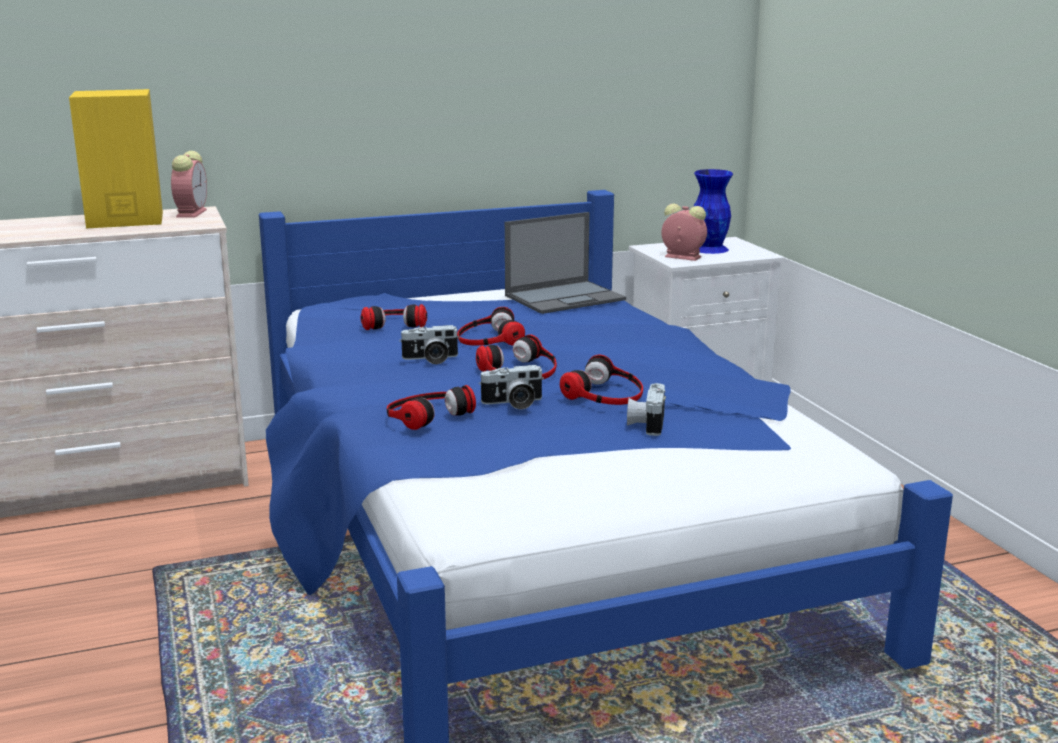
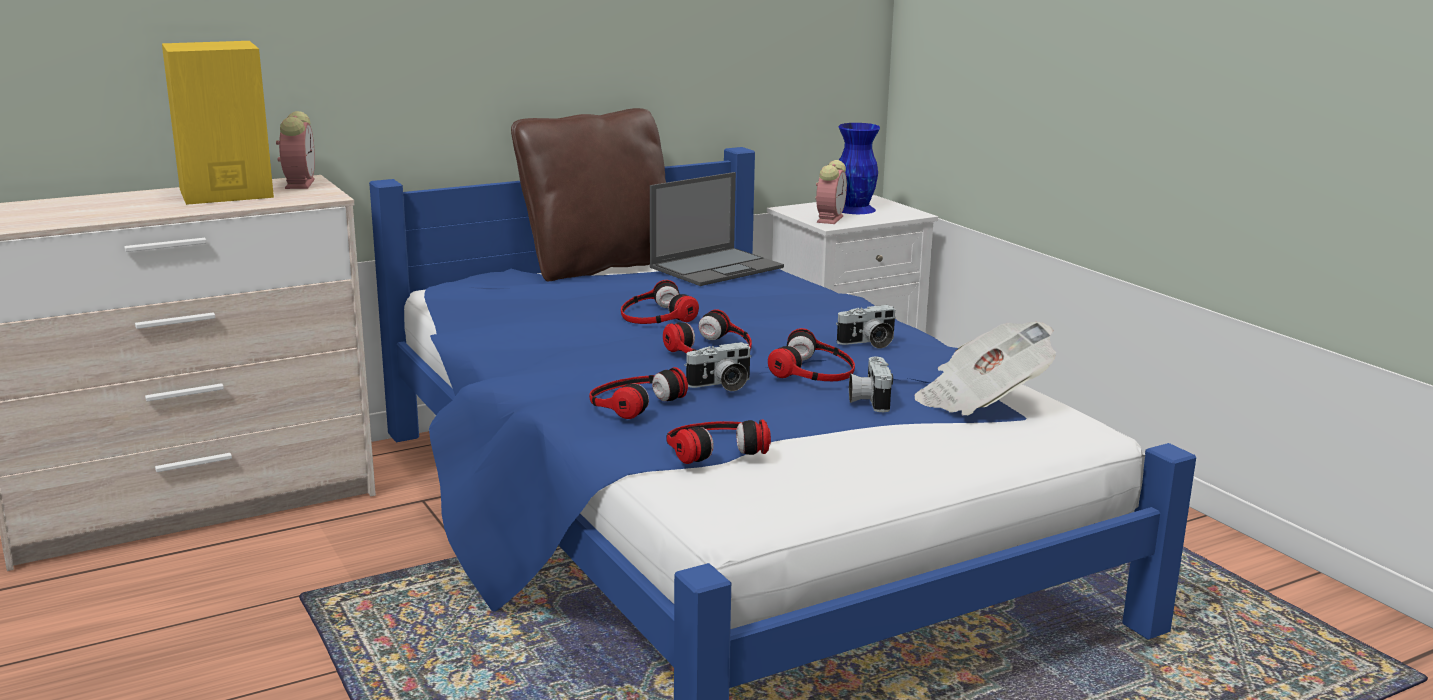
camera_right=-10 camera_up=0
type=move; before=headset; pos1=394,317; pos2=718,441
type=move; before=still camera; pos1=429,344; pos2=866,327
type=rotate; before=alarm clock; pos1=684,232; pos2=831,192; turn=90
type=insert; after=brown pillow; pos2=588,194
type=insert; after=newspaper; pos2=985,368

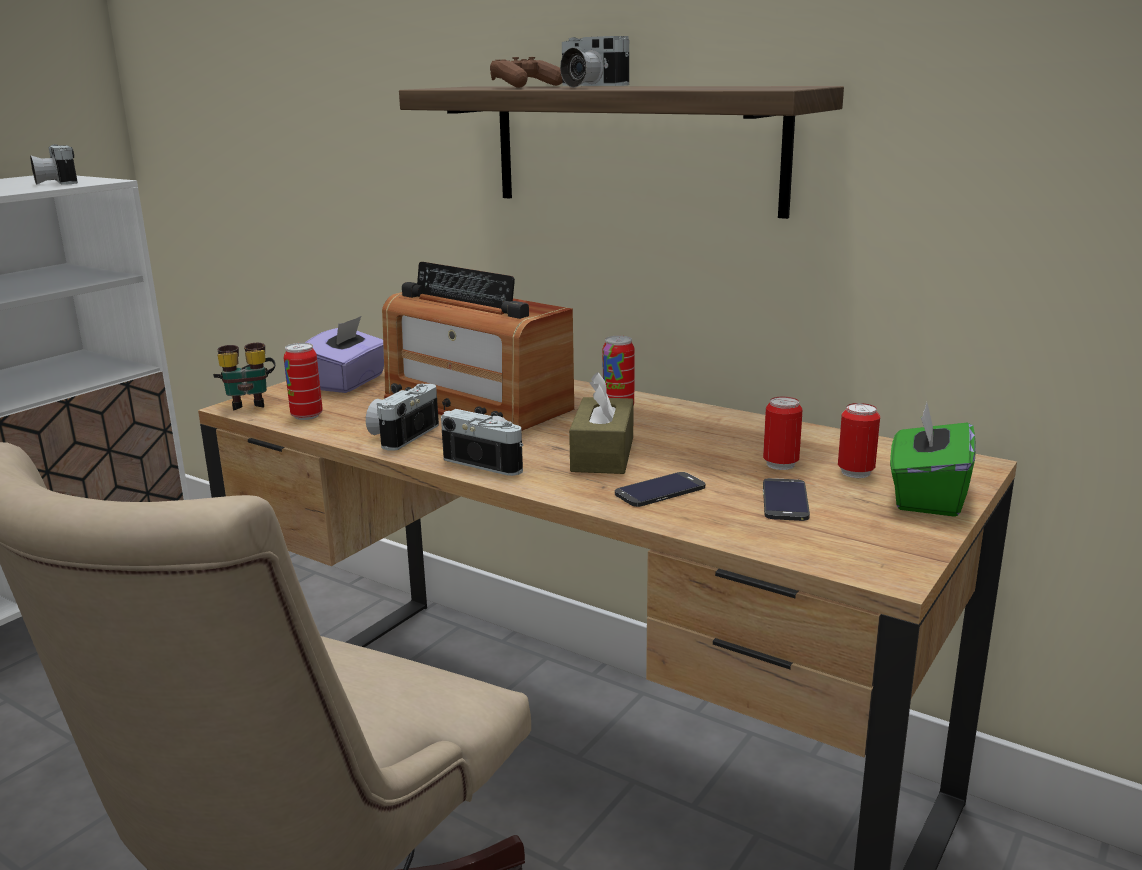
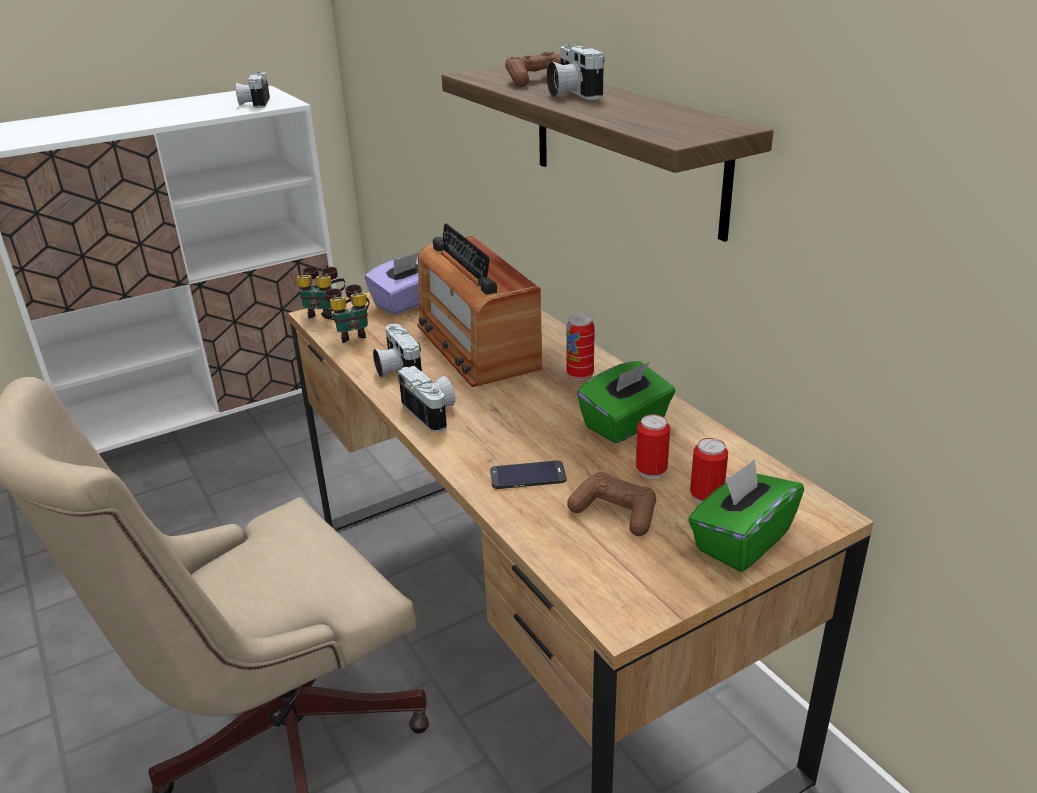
camera_right=25 camera_up=10
type=replace; before=can; after=pair of binoculars; pos1=303,381; pos2=345,314
type=rotate; before=still camera; pos1=402,417; pos2=397,351; turn=-75
type=delete; before=brown tissue holder; pos1=601,423
type=replace; before=handset; after=brown gamepad; pos1=786,499; pos2=611,504
type=insert; after=greenish tissue holder; pos2=626,402

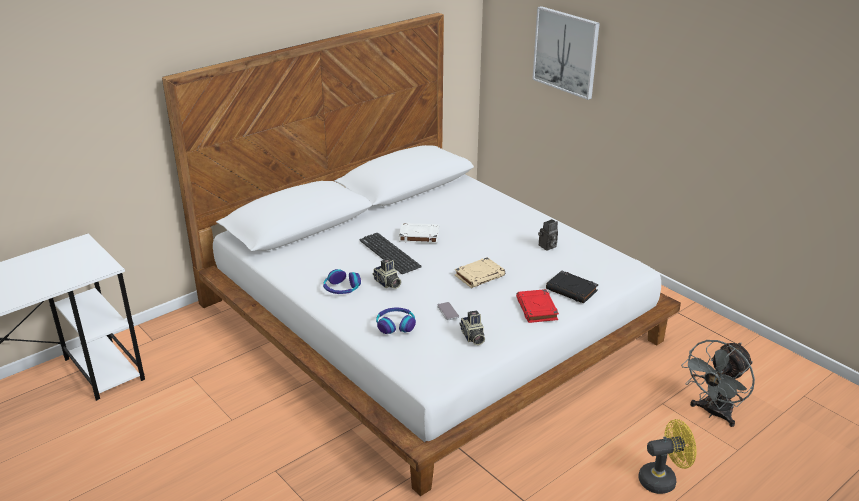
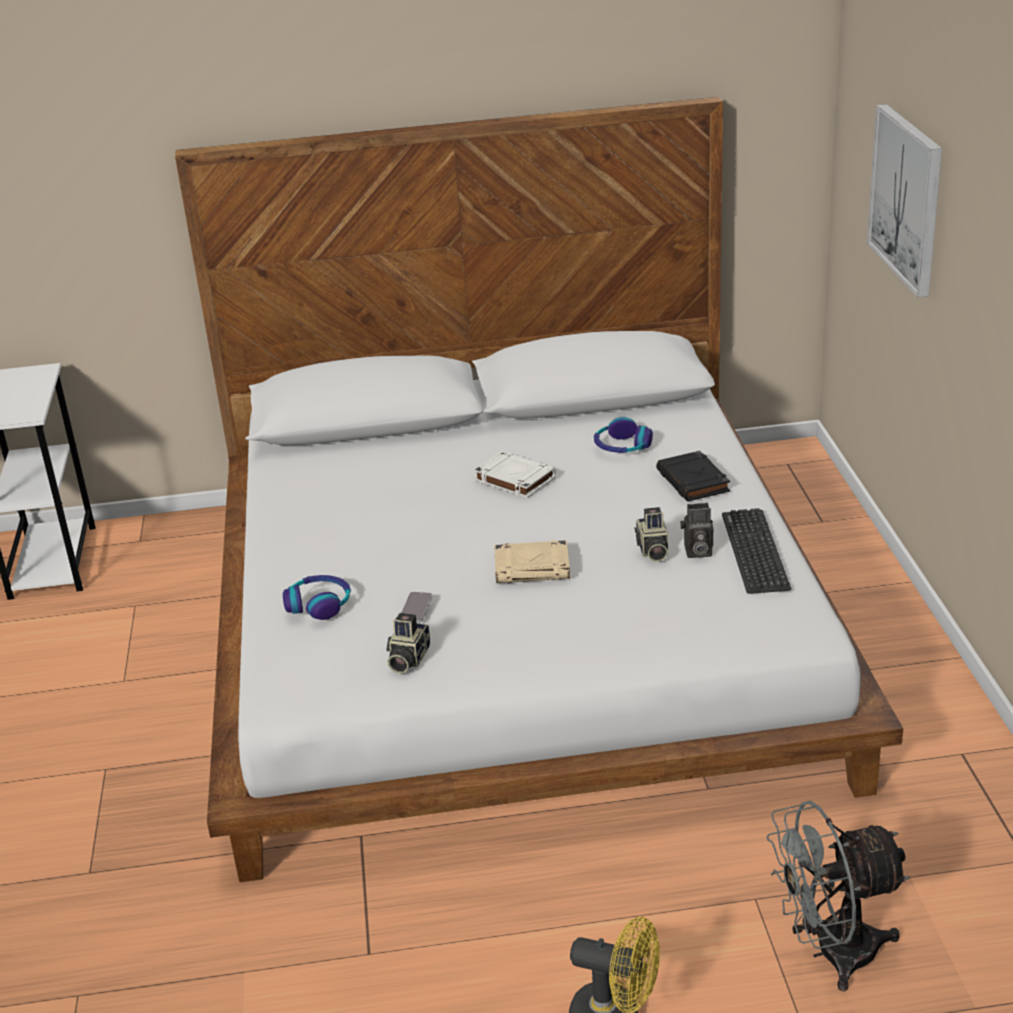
camera_right=35 camera_up=0
type=move; before=headset; pos1=342,281; pos2=623,435
type=move; before=keyboard; pos1=391,253; pos2=756,551
type=move; before=still camera; pos1=386,273; pos2=651,534
type=delete; before=reddish bound book; pos1=537,306
type=move; before=black bound book; pos1=572,287; pos2=693,476

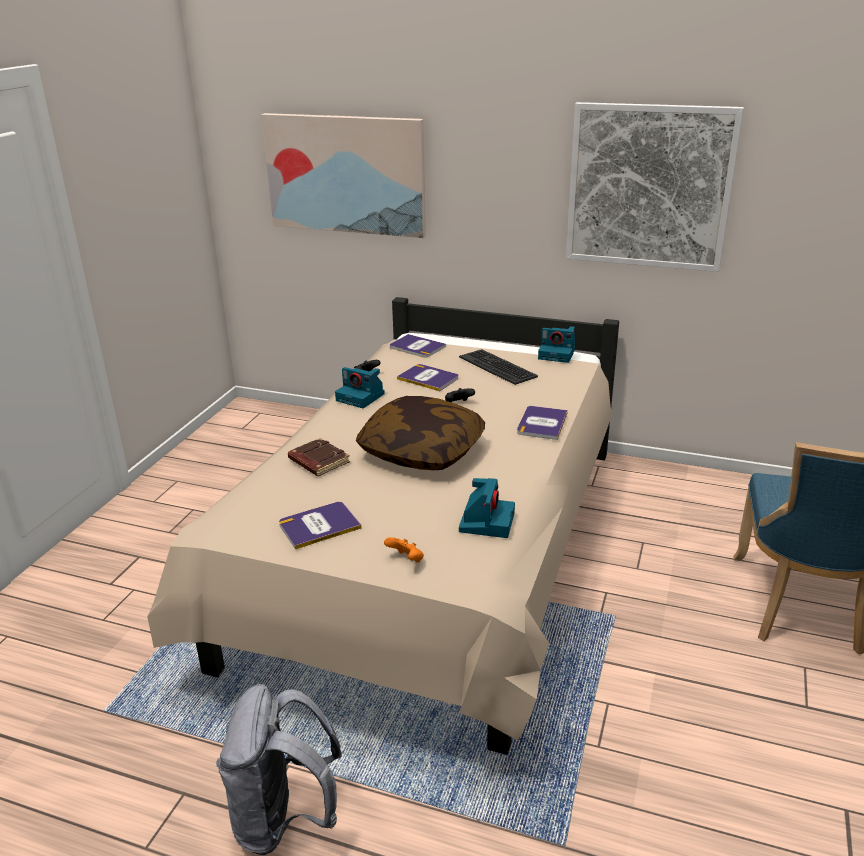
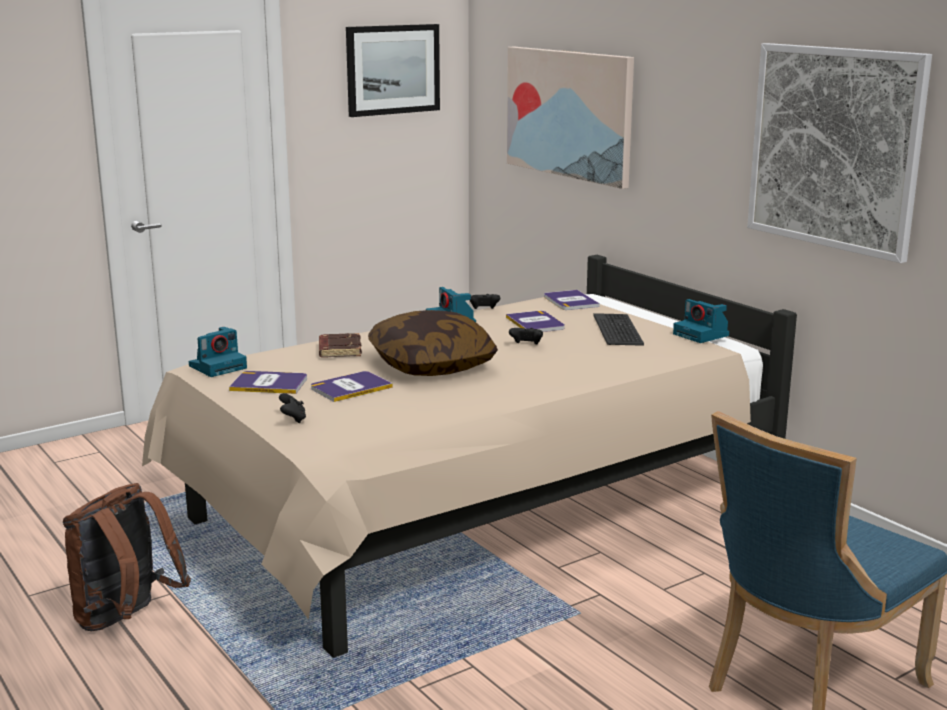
camera_right=35 camera_up=-10
type=recolor; before=grey rucksack; after=brown rucksack; pos1=279,769; pos2=127,557
type=recolor; before=orange gamepad; after=black gamepad; pos1=404,549; pos2=292,408
type=move; before=still camera; pos1=487,508; pos2=218,352
type=move; before=bound book; pos1=542,423; pos2=352,386
type=insert; after=wall picture; pos2=393,70

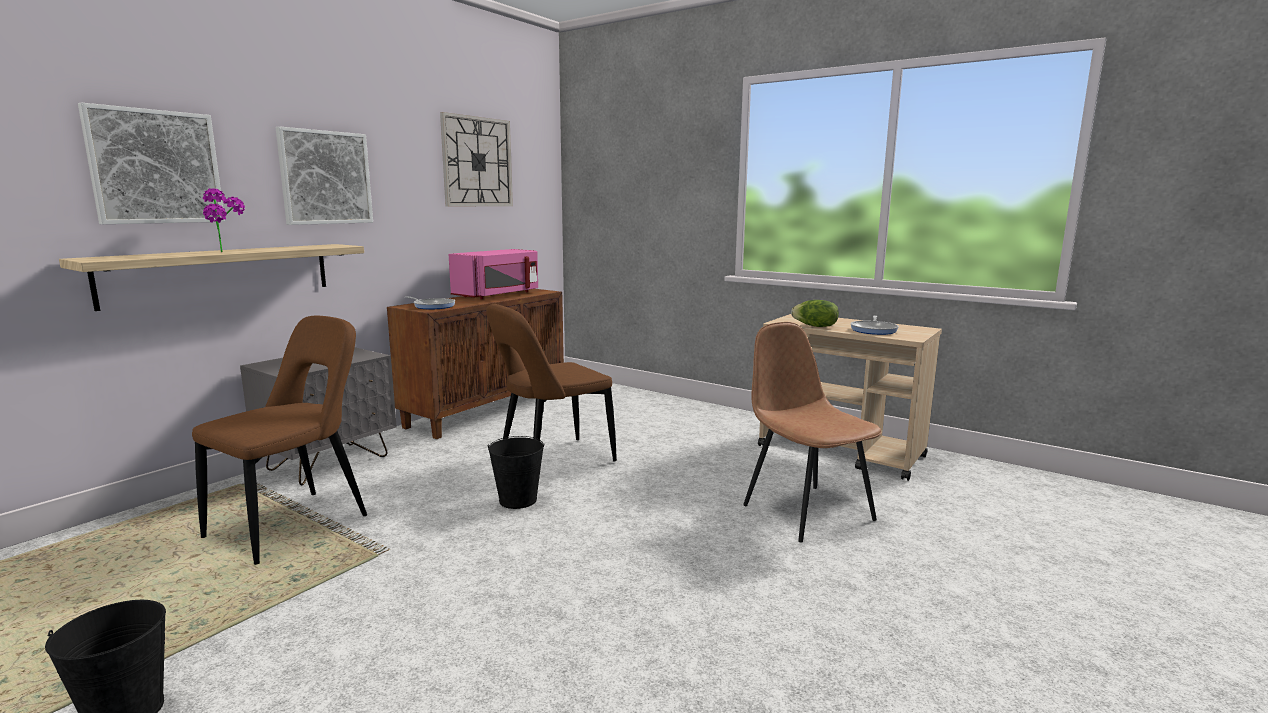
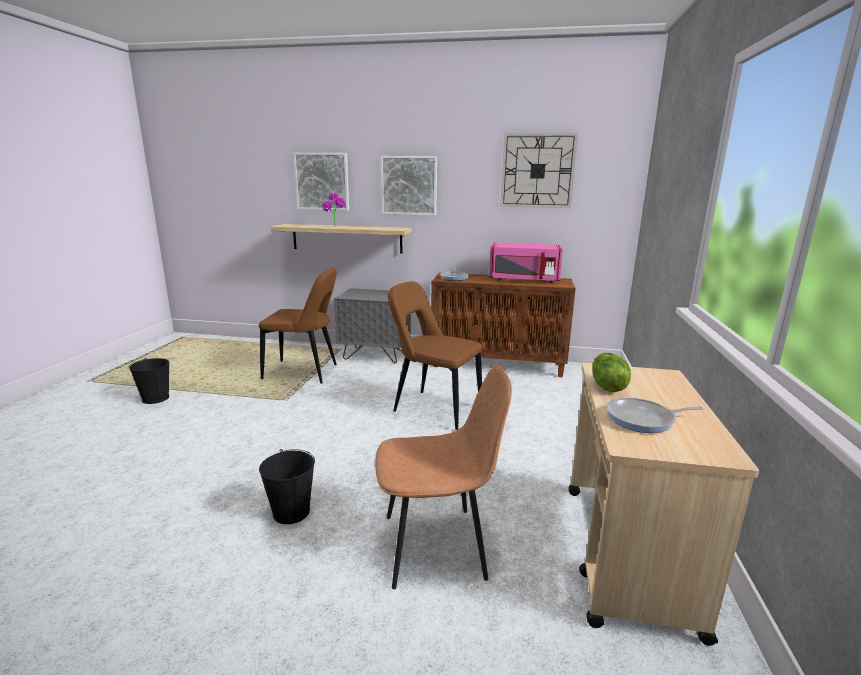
camera_right=65 camera_up=5
type=move; before=black bucket; pos1=516,472; pos2=287,486
type=rotate; before=brown chair; pos1=812,432; pos2=443,477; turn=45

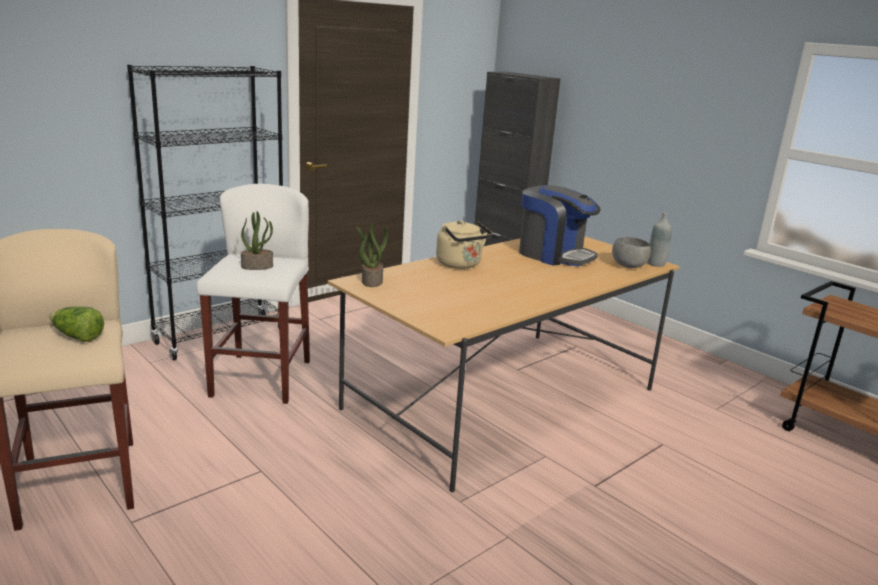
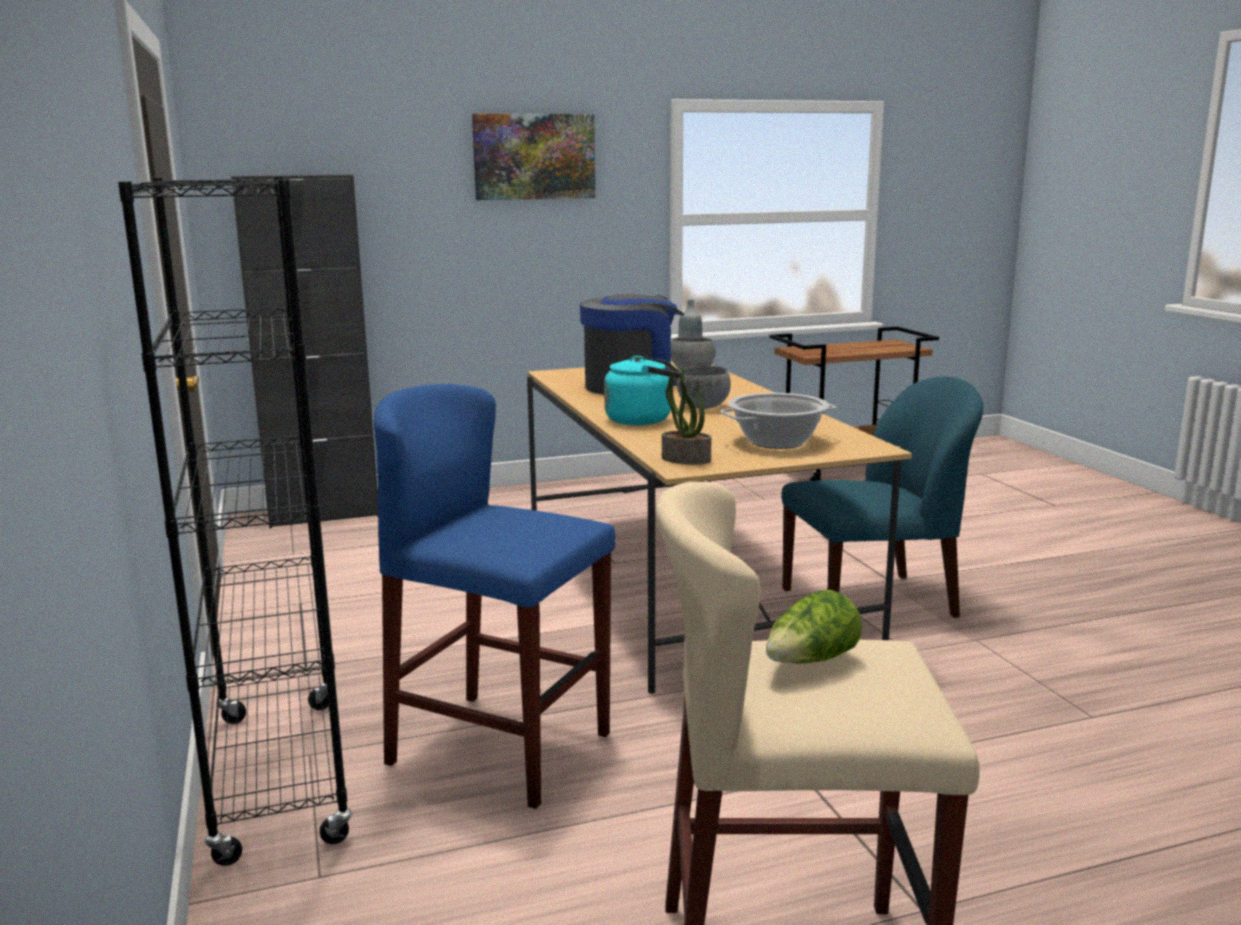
camera_right=-65 camera_up=-5
type=recolor; before=white-coloured stool seat; after=blue stool seat; pos1=253,294; pos2=495,596
type=delete; before=houseplant; pos1=257,240
type=recolor; before=beige kettle; after=turquoise kettle; pos1=464,244; pos2=642,390
type=insert; after=wall picture; pos2=533,157
type=insert; after=grey serving bowl; pos2=704,387
type=insert; after=stockpot; pos2=778,421
type=insert; after=blue chair; pos2=882,497

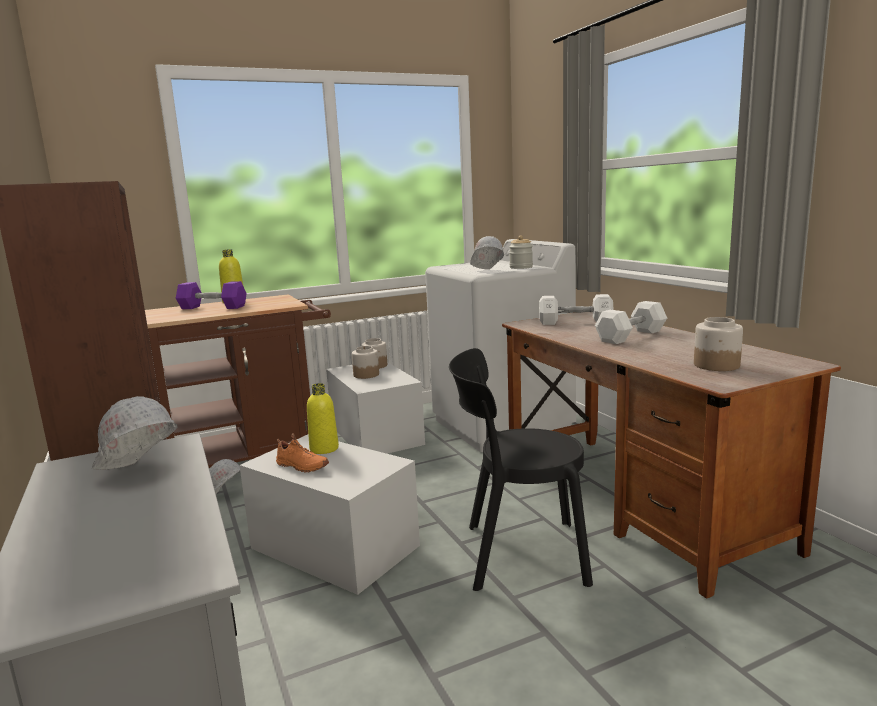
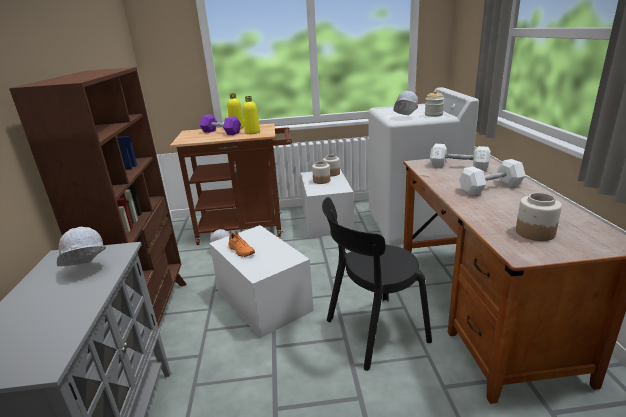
camera_right=20 camera_up=10
type=move; before=yellow-coloured bottle; pos1=323,418; pos2=251,115
type=rotate; before=black chair; pos1=521,469; pos2=377,284; turn=-45

